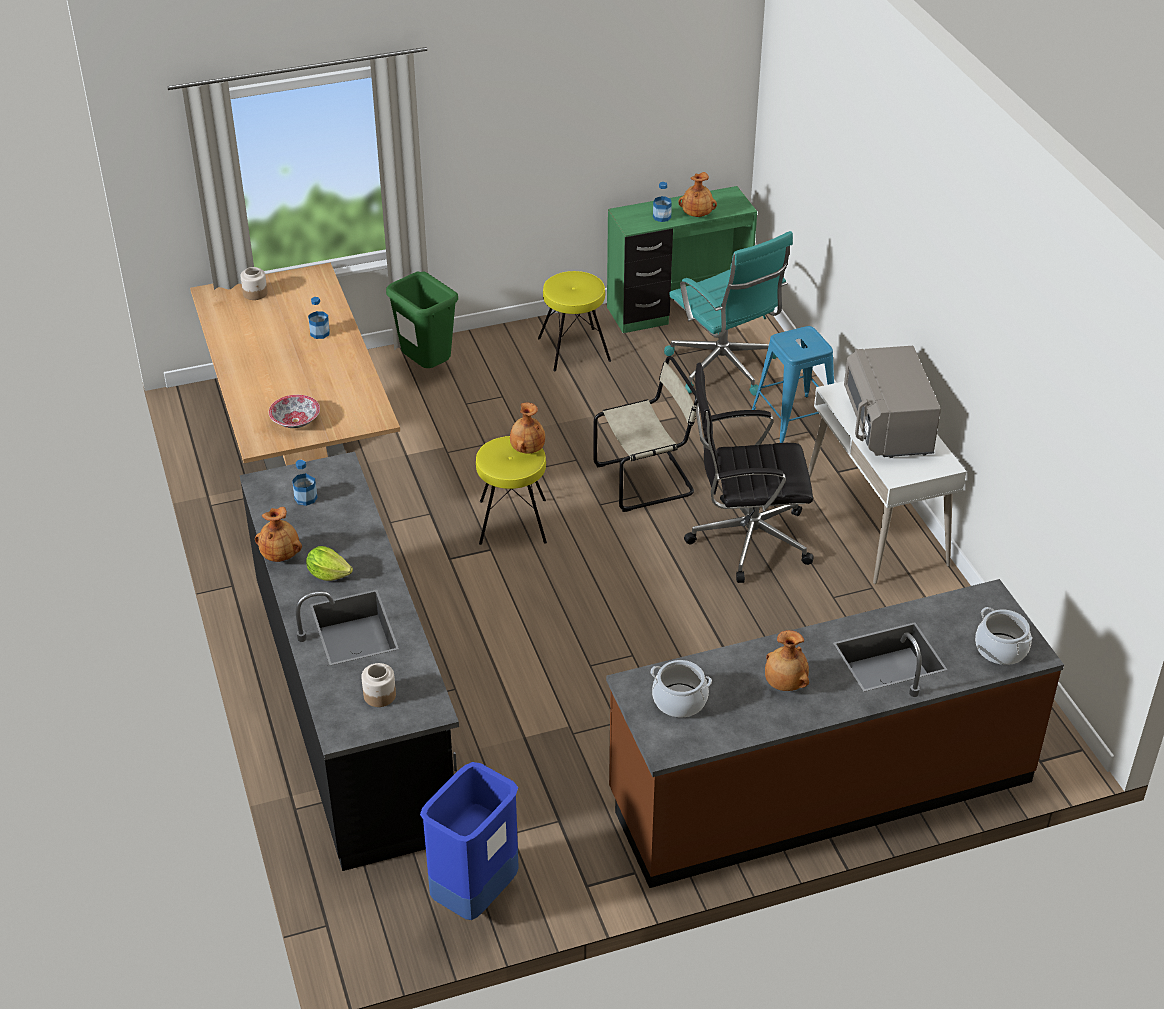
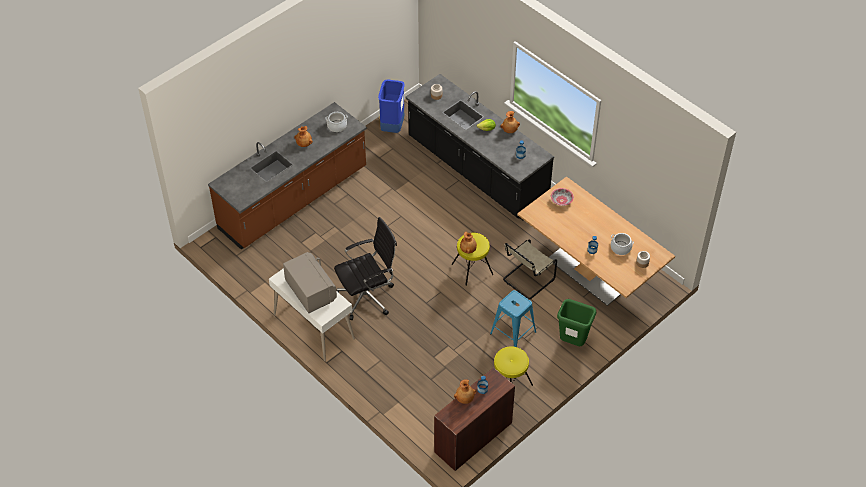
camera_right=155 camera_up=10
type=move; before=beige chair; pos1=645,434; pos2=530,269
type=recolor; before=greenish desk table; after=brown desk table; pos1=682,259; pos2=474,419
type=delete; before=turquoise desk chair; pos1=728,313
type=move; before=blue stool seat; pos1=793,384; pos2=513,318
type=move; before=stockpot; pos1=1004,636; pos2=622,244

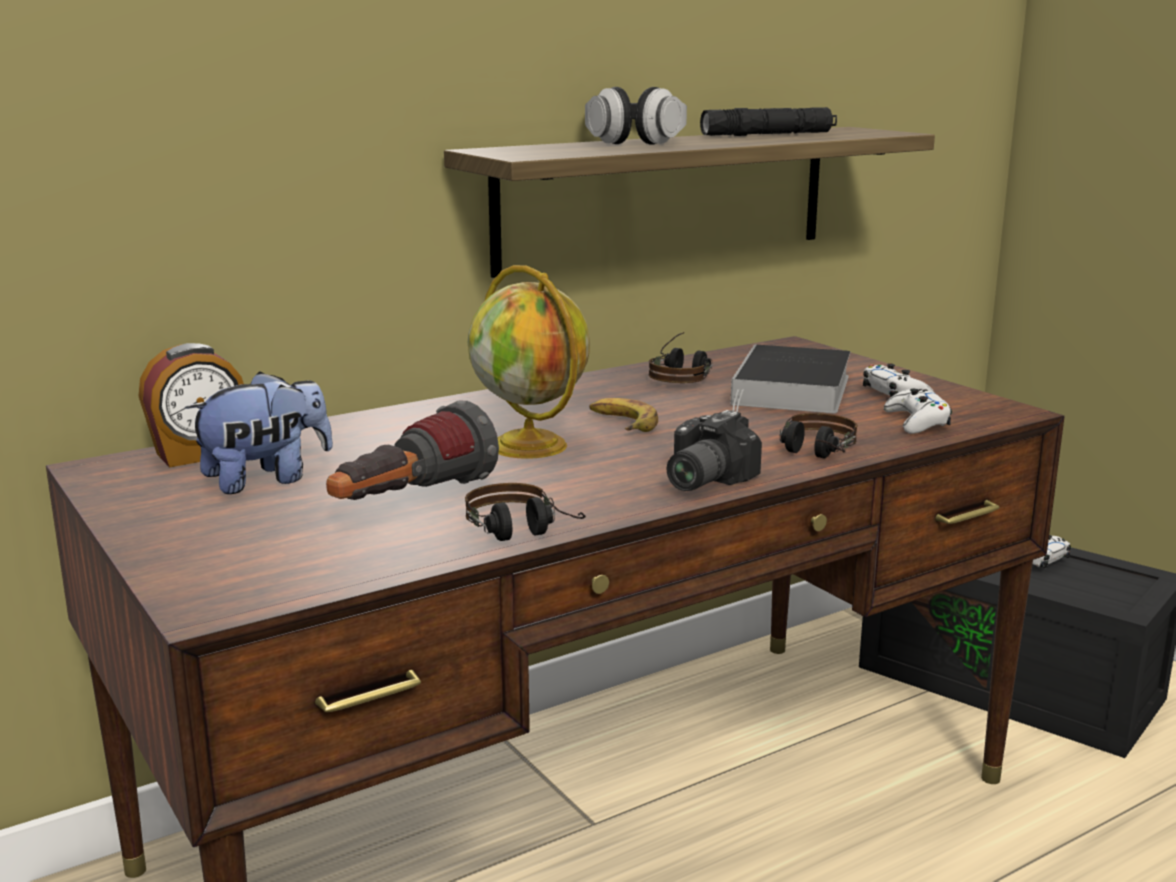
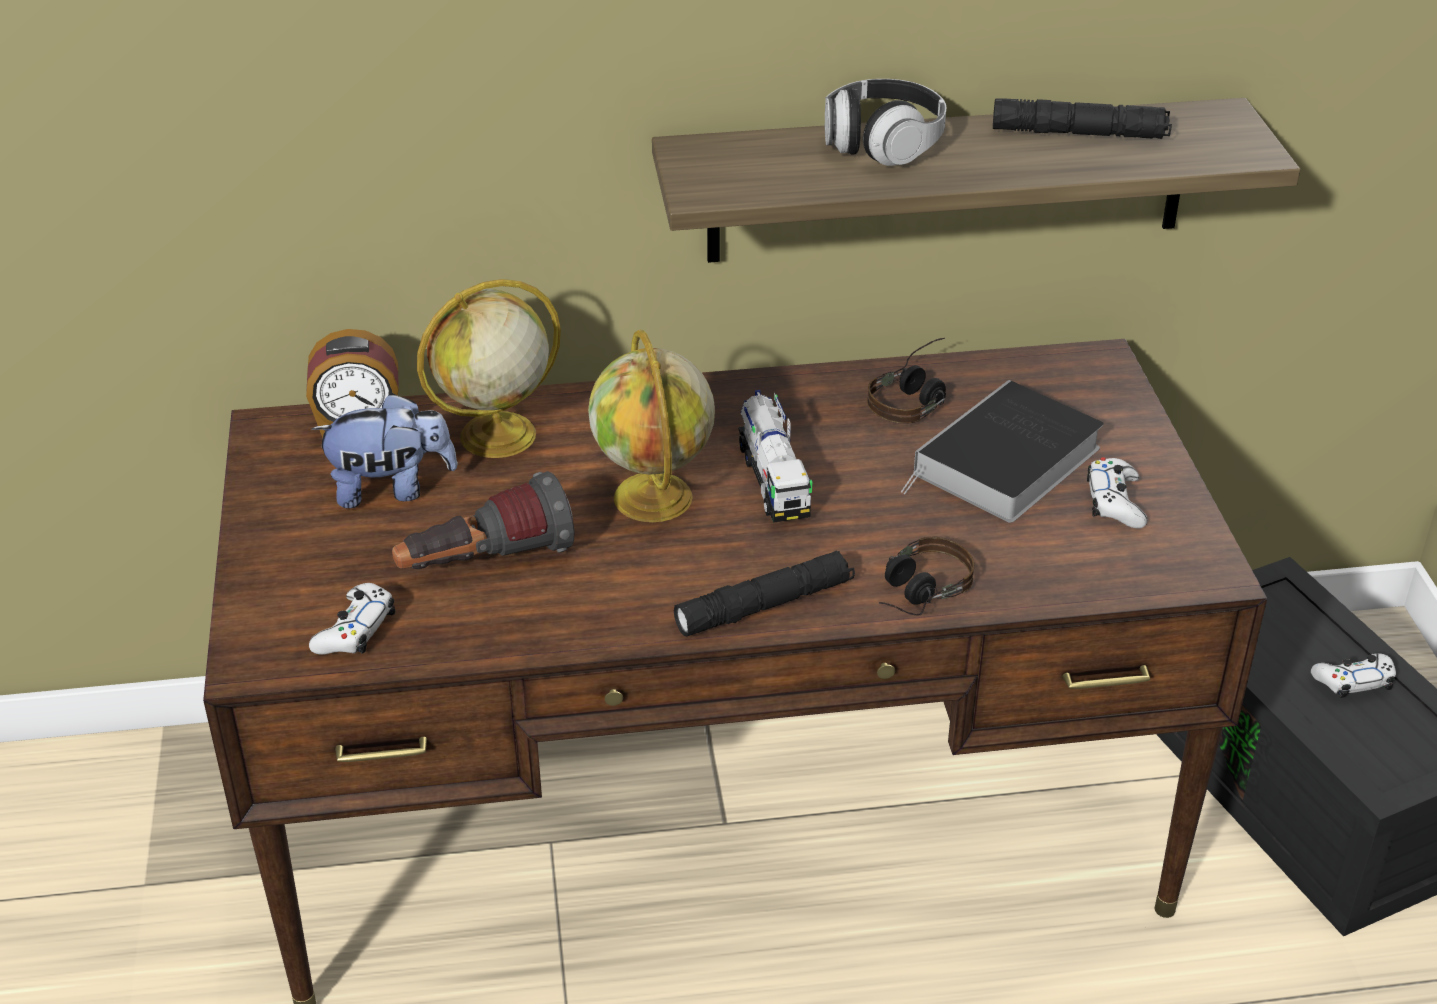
camera_right=25 camera_up=20
type=delete; before=headset; pos1=525,512
type=replace; before=whole banana; after=toy truck; pos1=623,415; pos2=775,456
type=replace; before=still camera; after=black flashlight; pos1=714,450; pos2=764,593
type=move; before=white-coloured gamepad; pos1=918,411; pos2=352,619
type=insert; after=globe; pos2=489,368

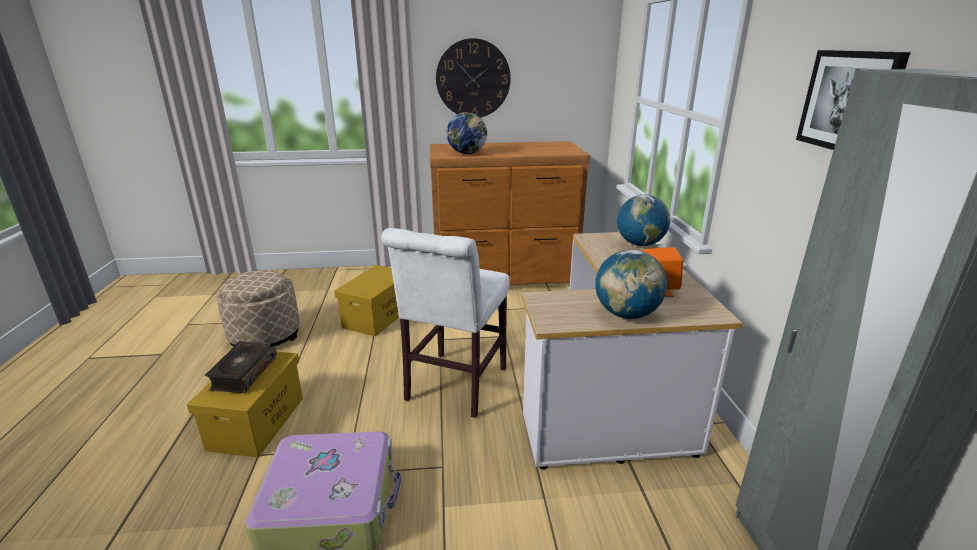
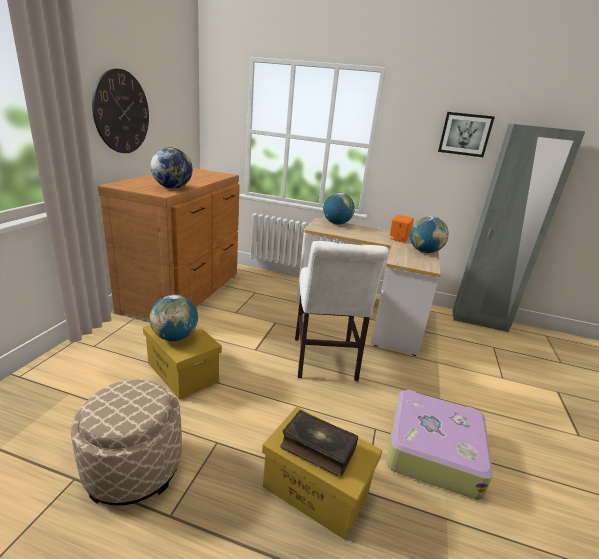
camera_right=-70 camera_up=0
type=rotate; before=white-coloured chair; pos1=445,323; pos2=342,311; turn=45
type=insert; after=globe; pos2=173,318

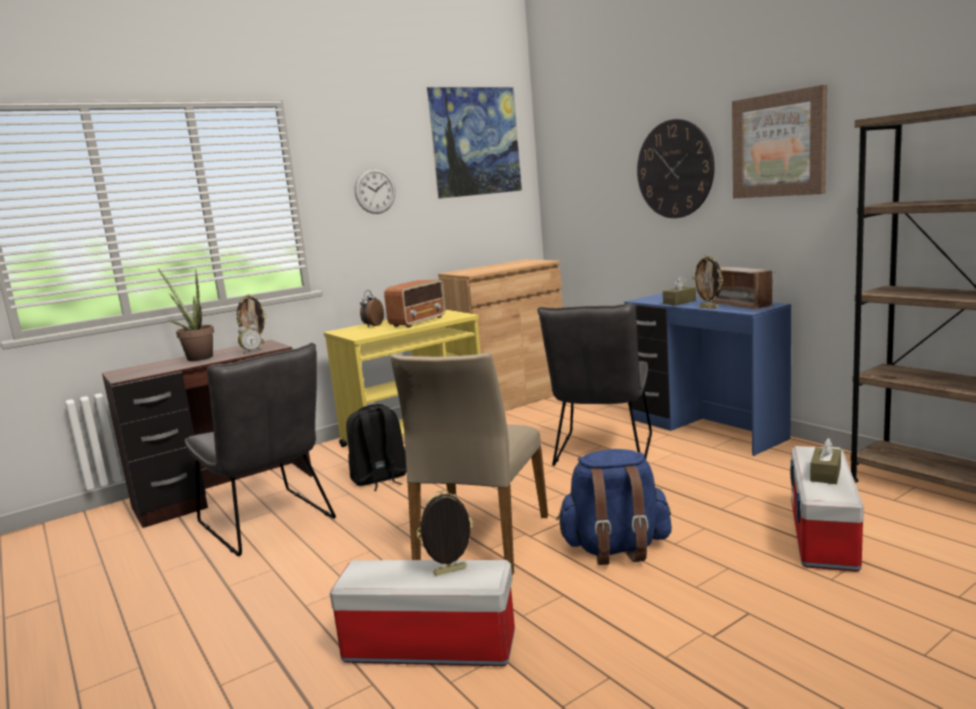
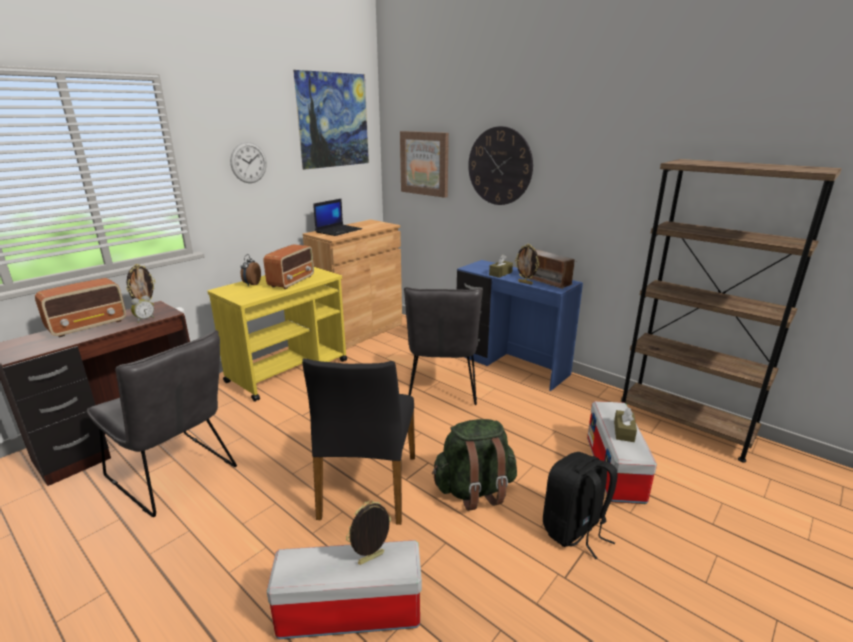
camera_right=-15 camera_up=10
type=replace; before=houseplant; after=radio receiver; pos1=186,315; pos2=80,307
type=move; before=black rucksack; pos1=376,447; pos2=580,505
type=recolor; before=beige chair; after=black chair; pos1=469,464; pos2=358,441
type=recolor; before=blue rucksack; after=greenish rucksack; pos1=614,507; pos2=474,465
type=move; before=wall picture; pos1=779,141; pos2=424,164
type=insert; after=notebook computer; pos2=337,217

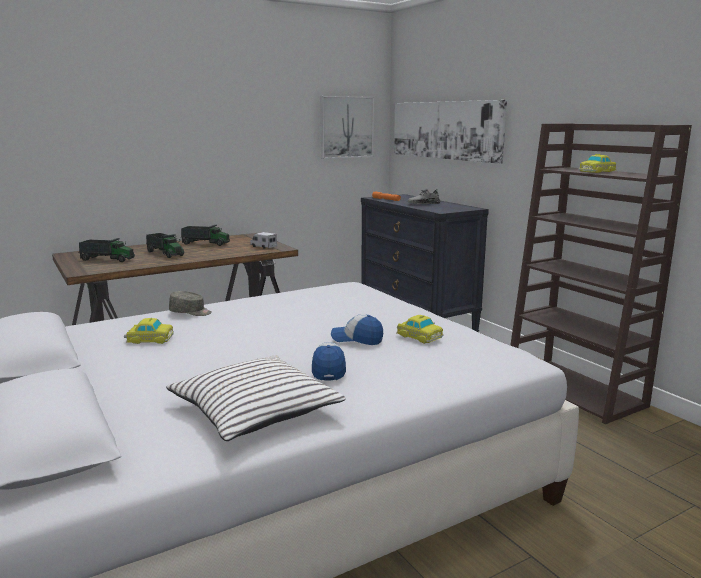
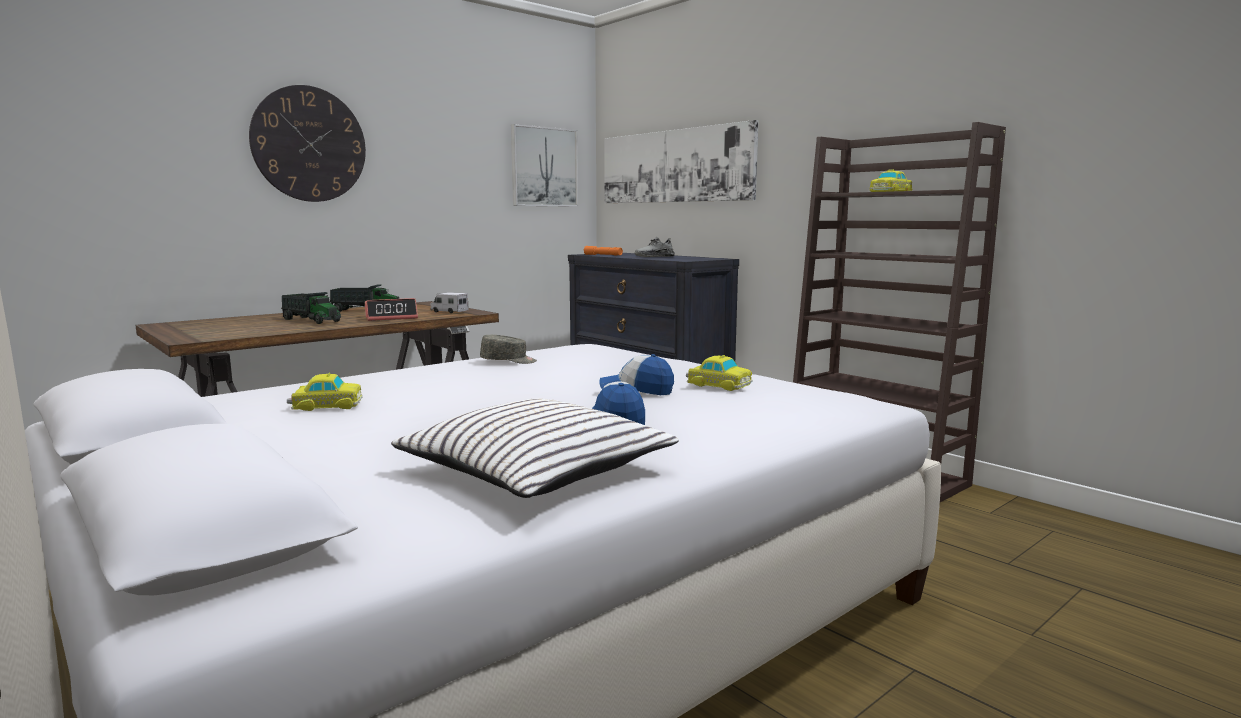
camera_right=-10 camera_up=-5
type=delete; before=toy truck; pos1=106,250
type=move; before=grey cap; pos1=190,303; pos2=508,349
type=insert; after=wall clock; pos2=307,143
type=insert; after=alarm clock; pos2=391,309

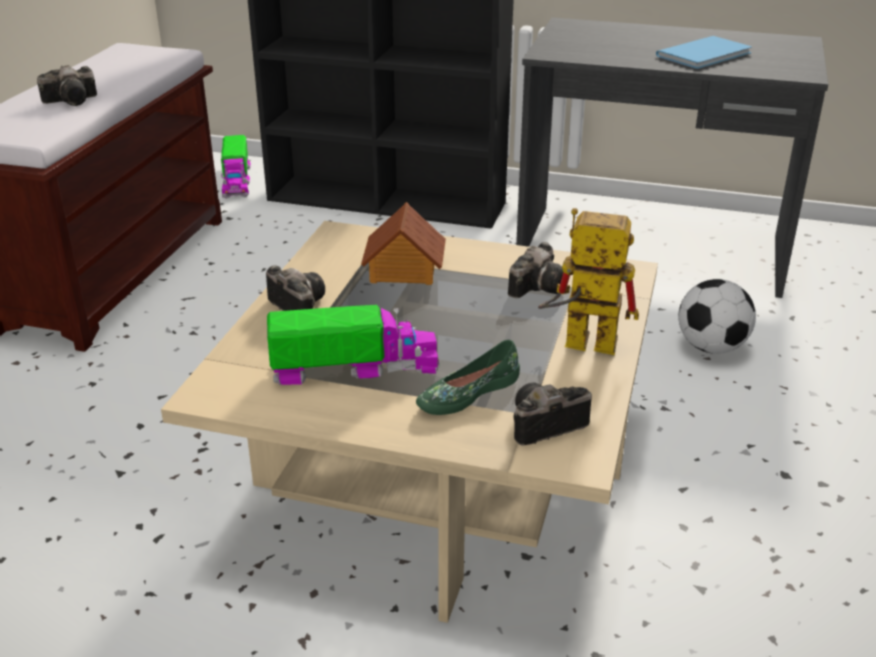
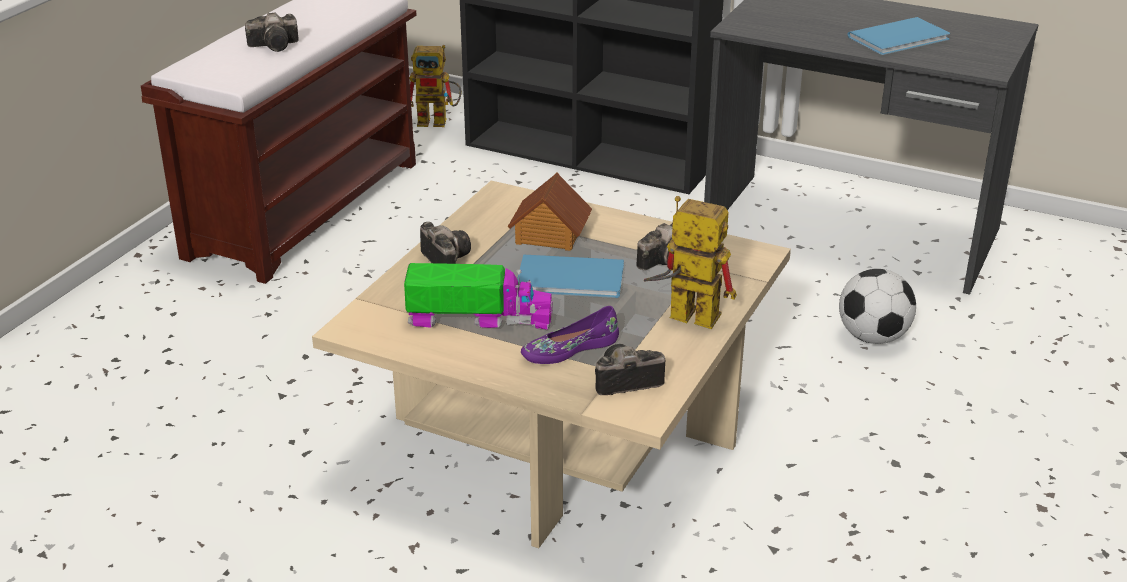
camera_right=10 camera_up=0
type=replace; before=toy truck; after=model robot; pos1=235,167; pos2=436,86
type=recolor; before=greenish shoe; after=purple-coloured shoe; pos1=468,377; pos2=570,335
type=insert; after=blue bound book; pos2=570,276

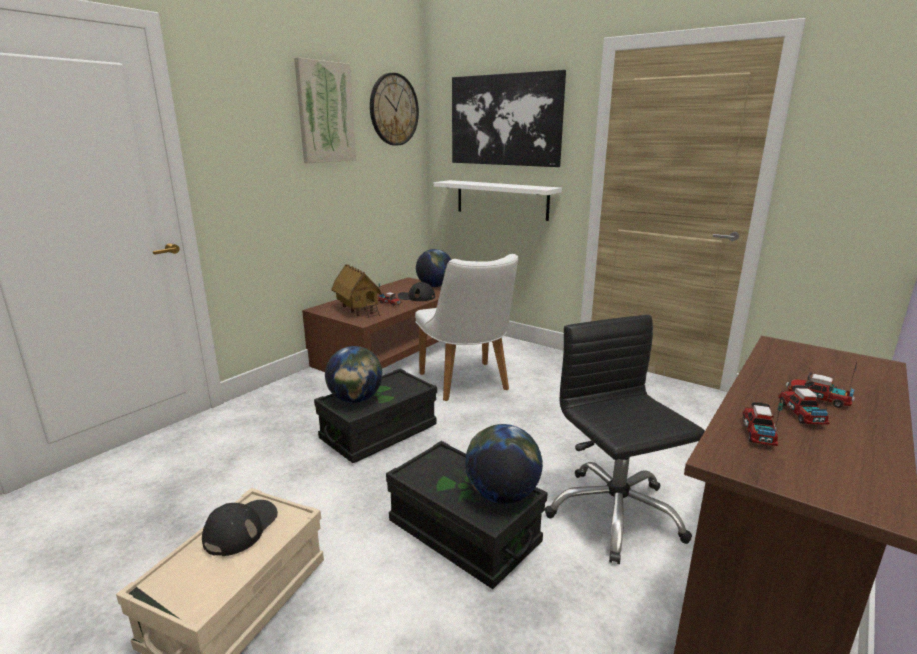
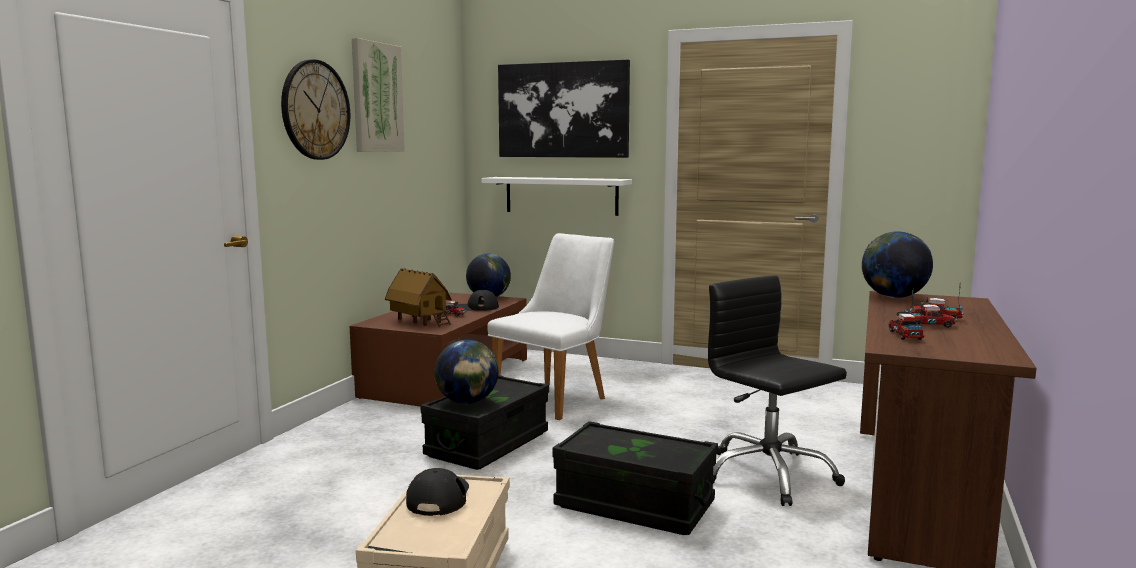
camera_right=-15 camera_up=-10
type=move; before=wall clock; pos1=394,109; pos2=315,109
type=rotate; before=white-coloured chair; pos1=466,327; pos2=550,326; turn=-105
type=move; before=globe; pos1=504,464; pos2=897,264
type=rotate; before=toy truck; pos1=806,403; pos2=930,308; turn=105

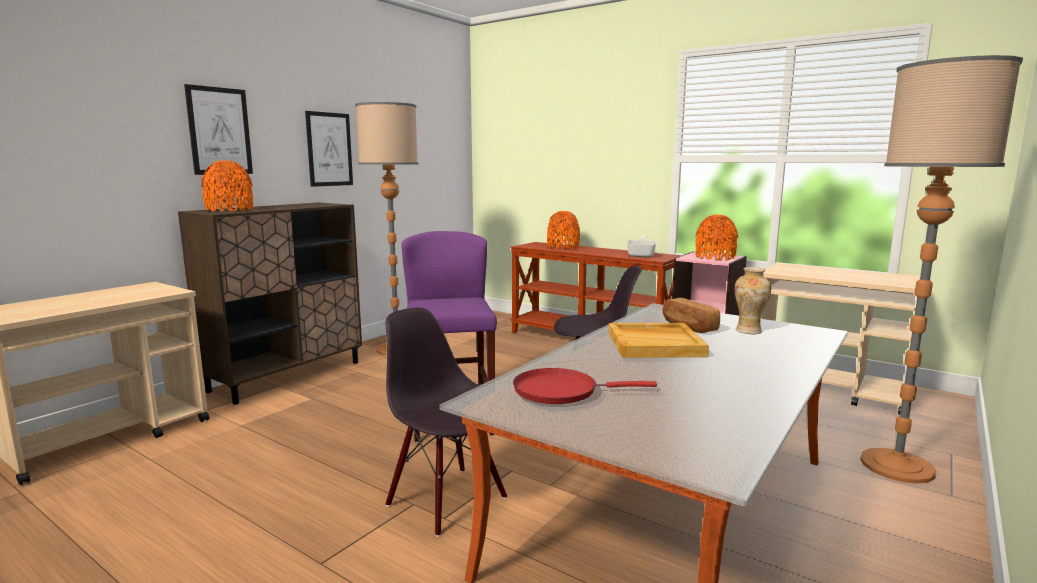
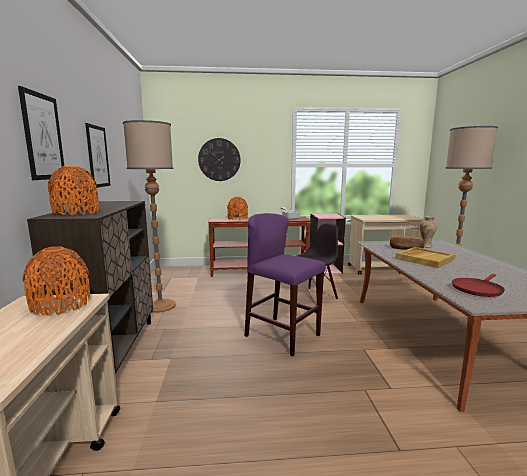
camera_right=-40 camera_up=0
type=delete; before=black chair; pos1=446,422
type=move; before=orange flower vase; pos1=716,237; pos2=56,280
type=insert; after=wall clock; pos2=219,159

